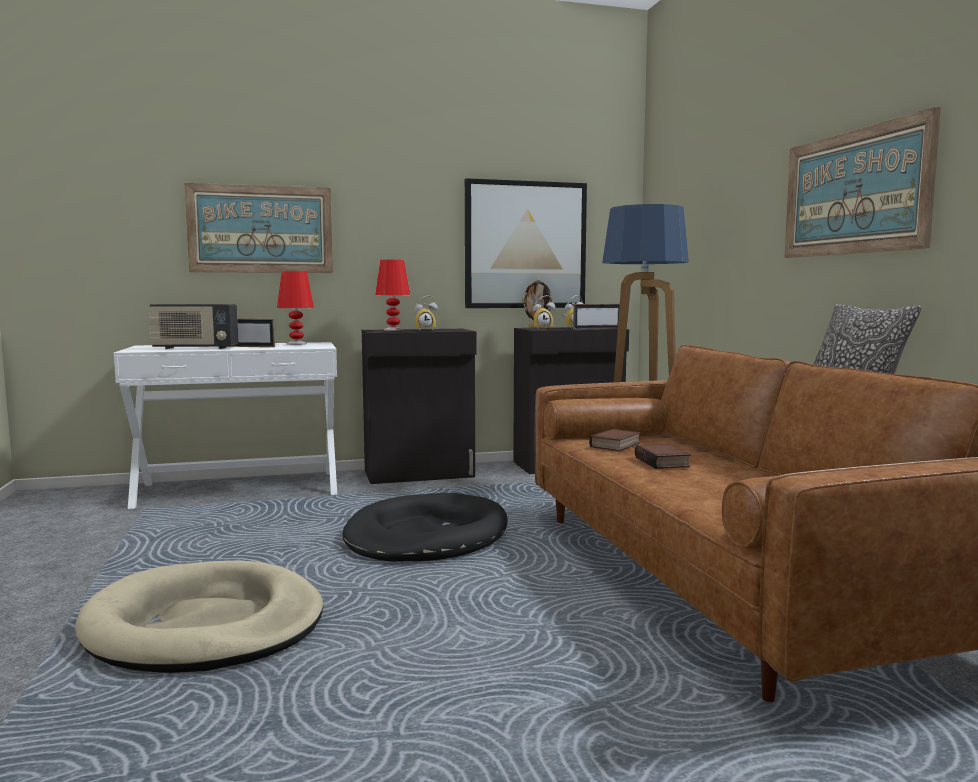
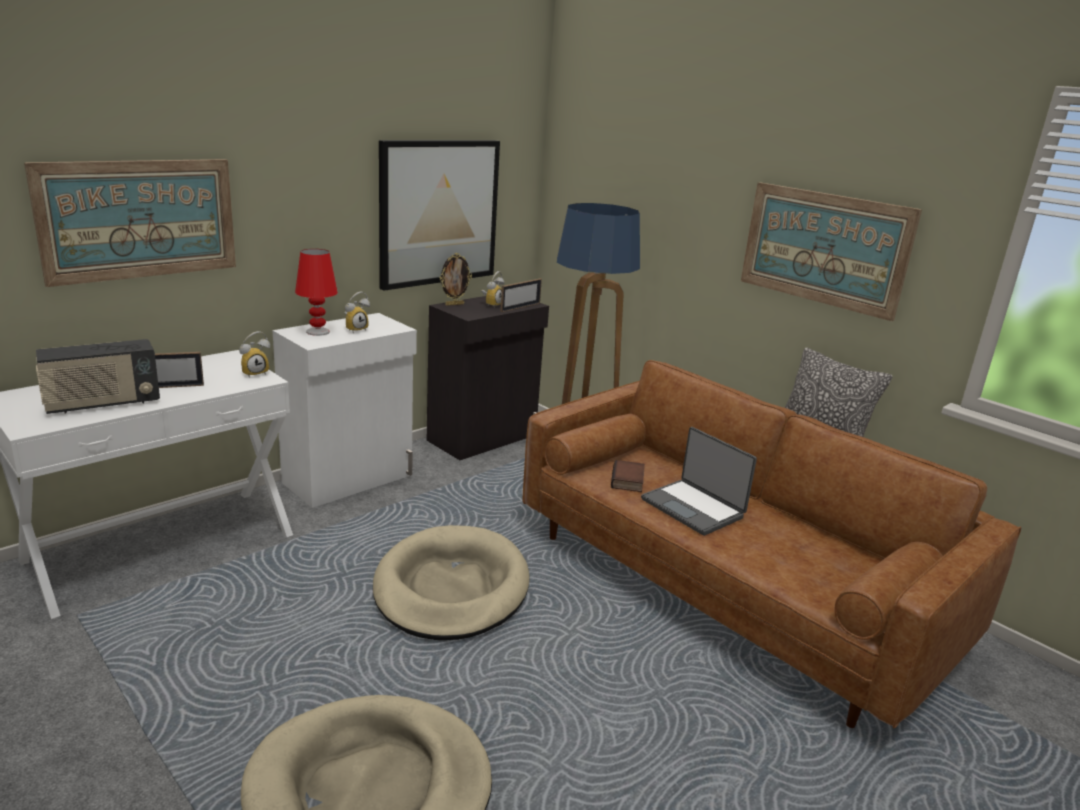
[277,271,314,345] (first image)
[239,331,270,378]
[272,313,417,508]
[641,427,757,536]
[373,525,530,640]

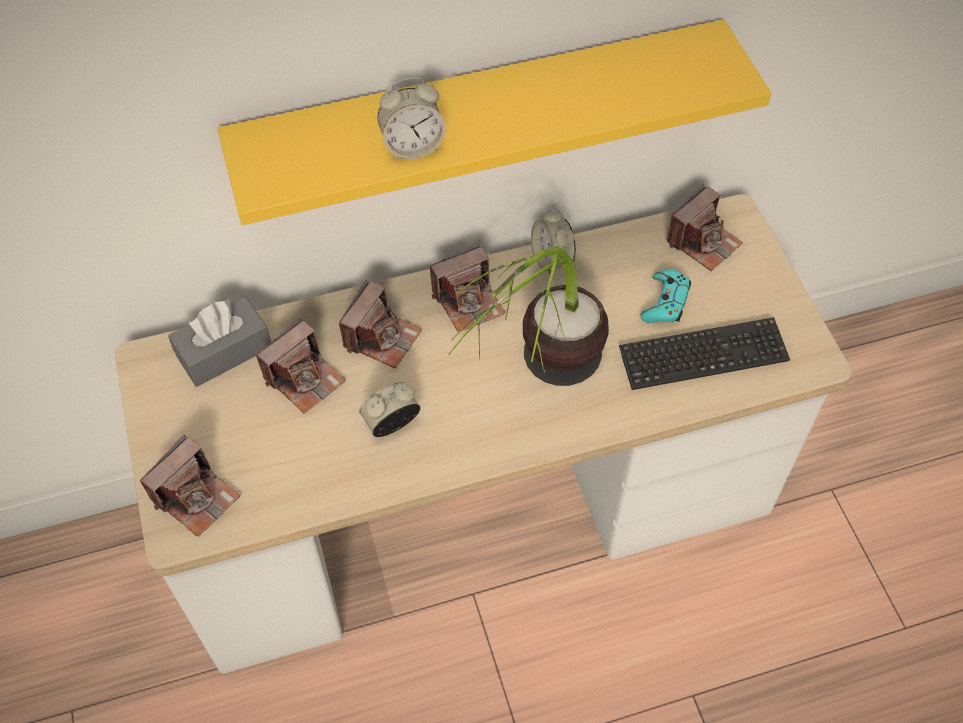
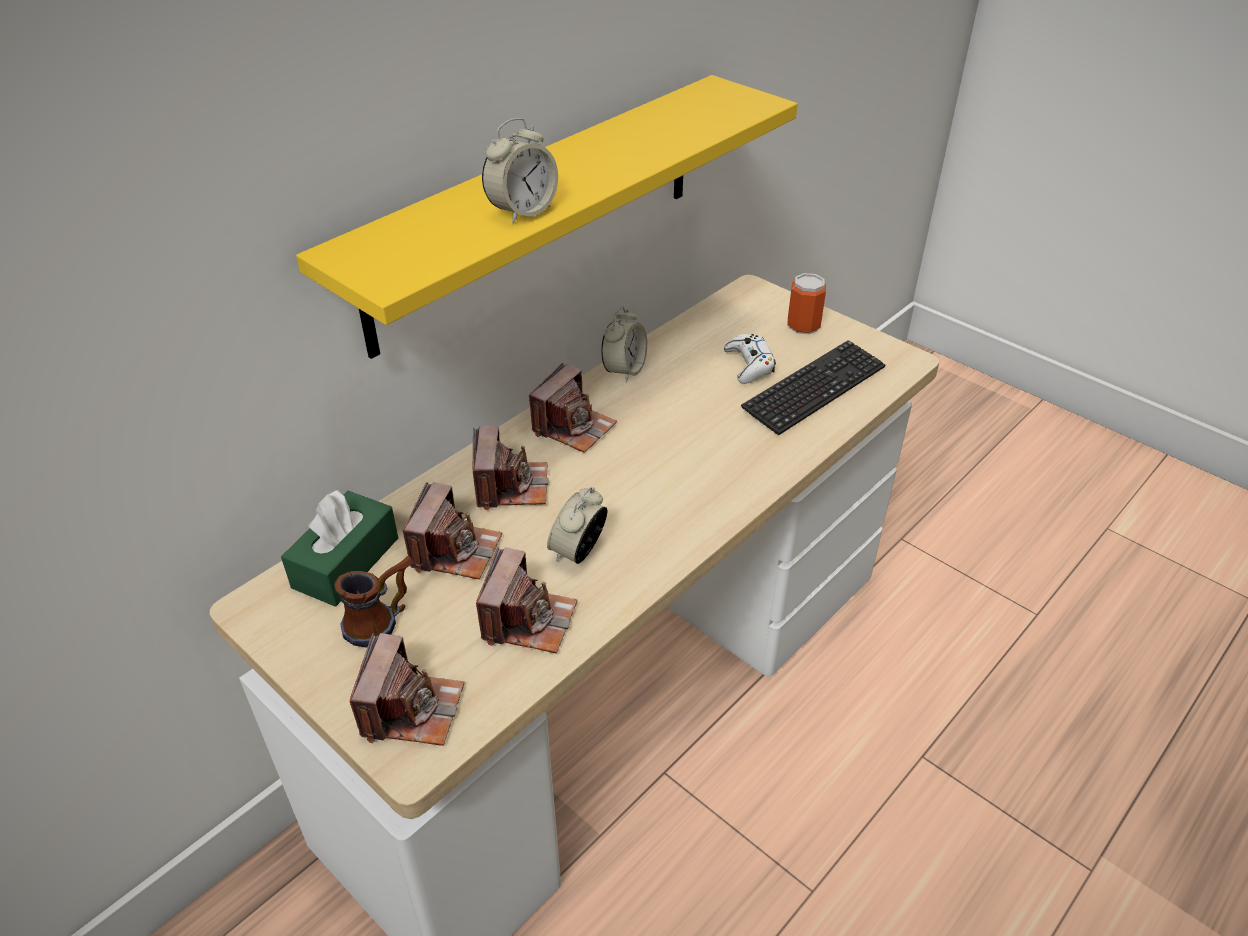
[476,547,577,653]
[601,306,647,382]
[449,246,609,386] (first image)
[724,334,776,384]
[281,490,398,606]
[787,273,826,334]
[334,556,413,648]

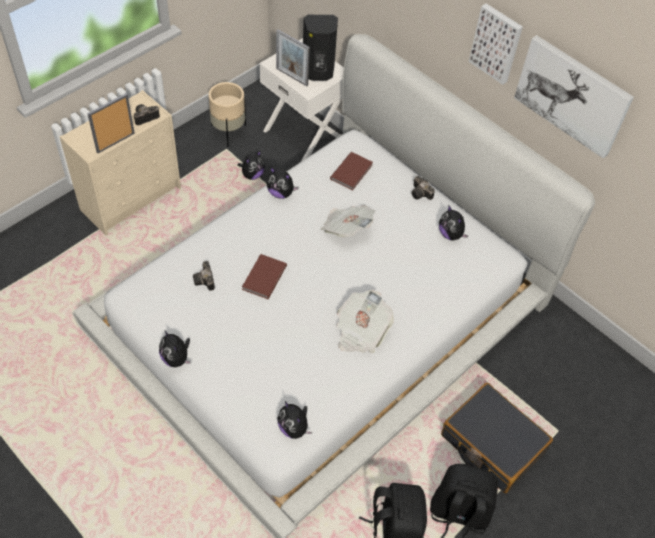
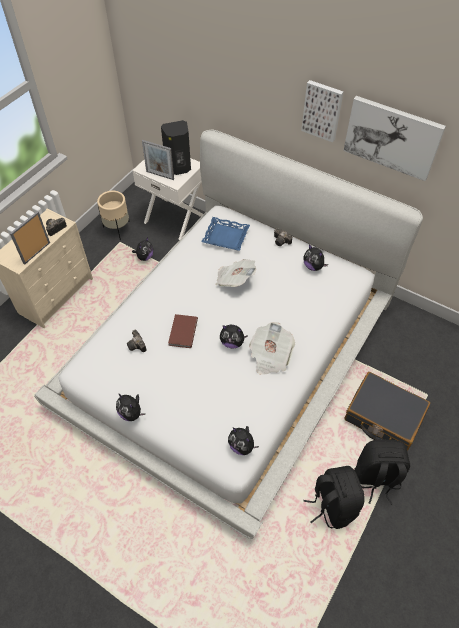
[201,217,250,251]
[220,325,248,349]

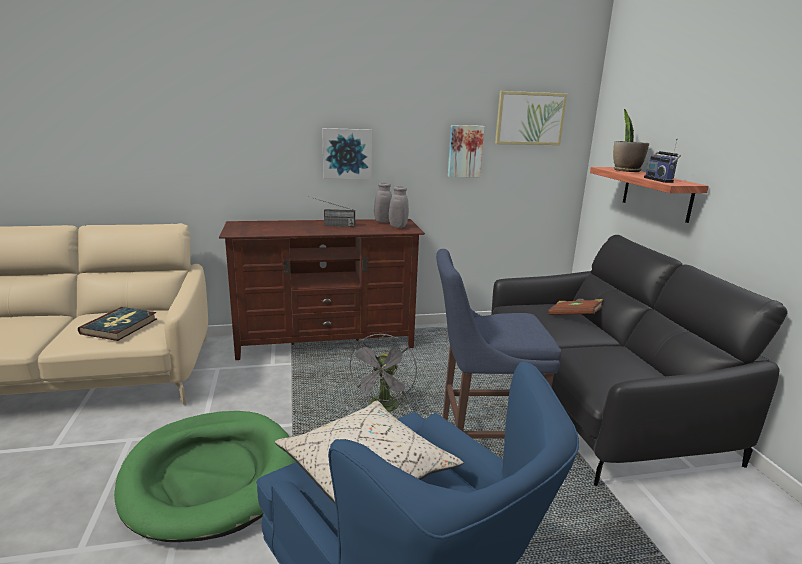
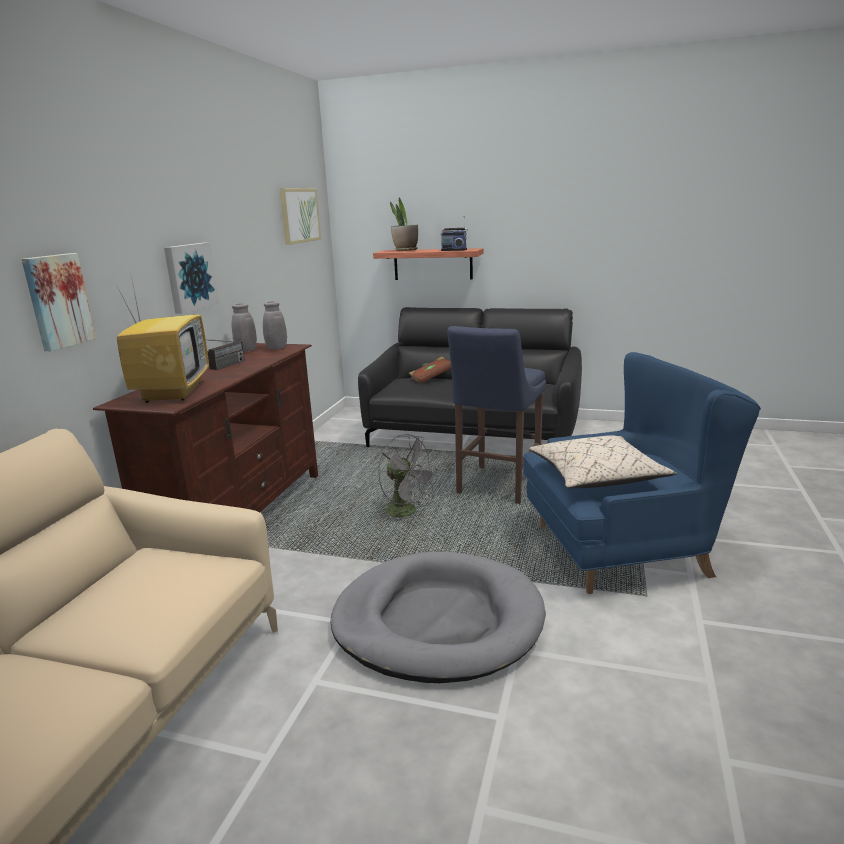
[21,253,96,351]
[78,307,157,341] (first image)
[331,552,546,683]
[117,271,209,403]

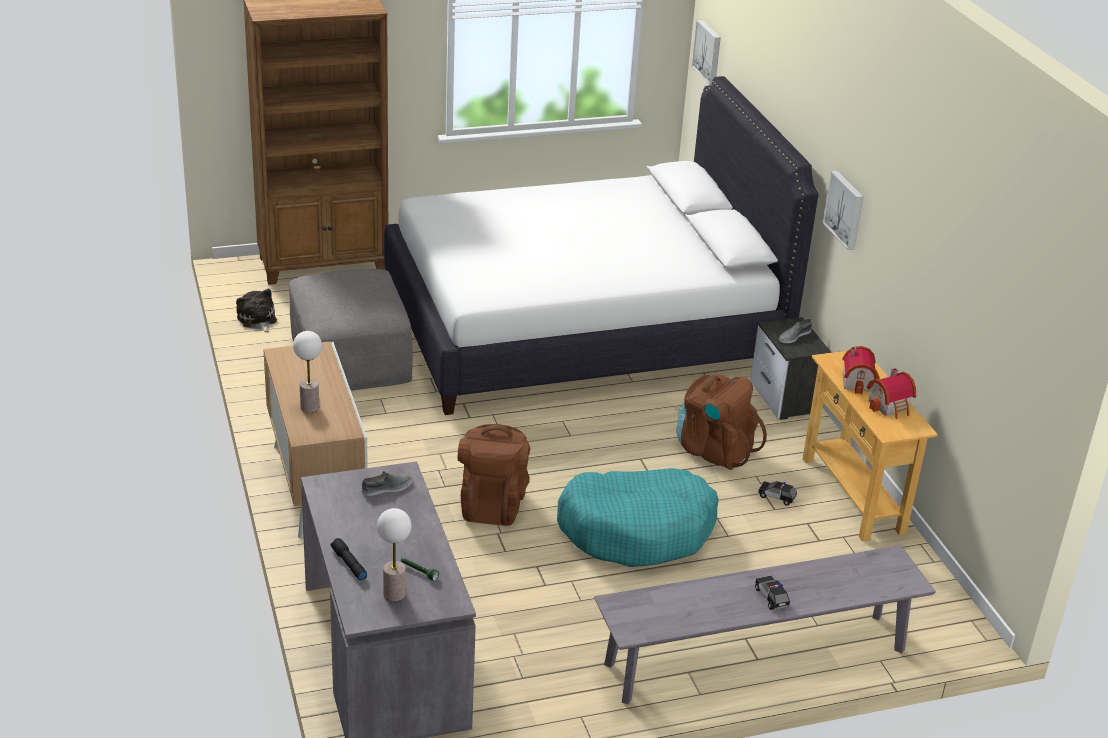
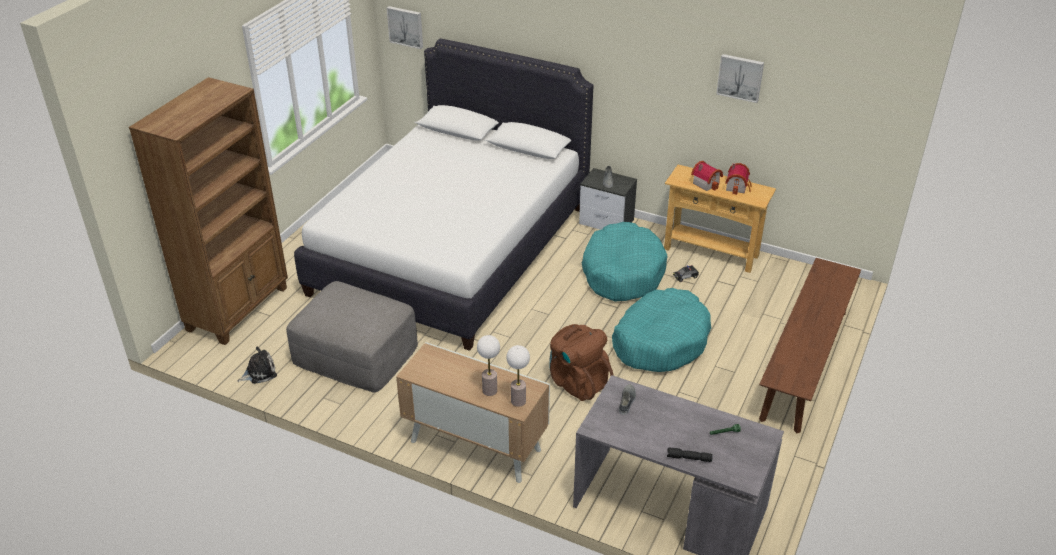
[716,54,764,103]
[237,347,277,384]
[581,222,668,302]
[506,345,530,407]
[759,258,861,433]
[755,576,790,610] (first image)

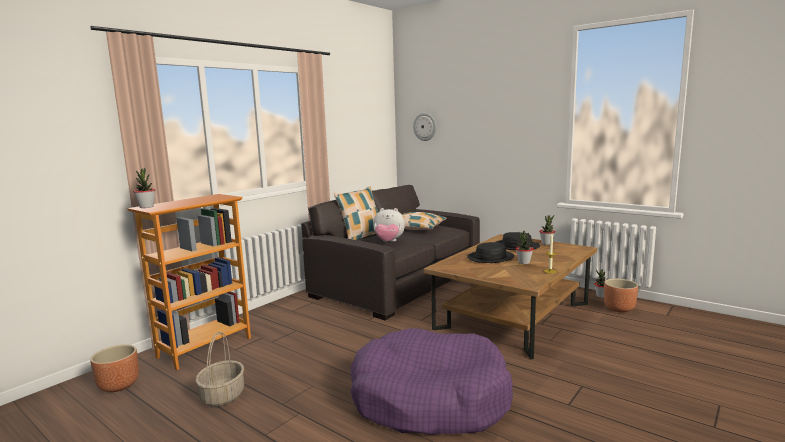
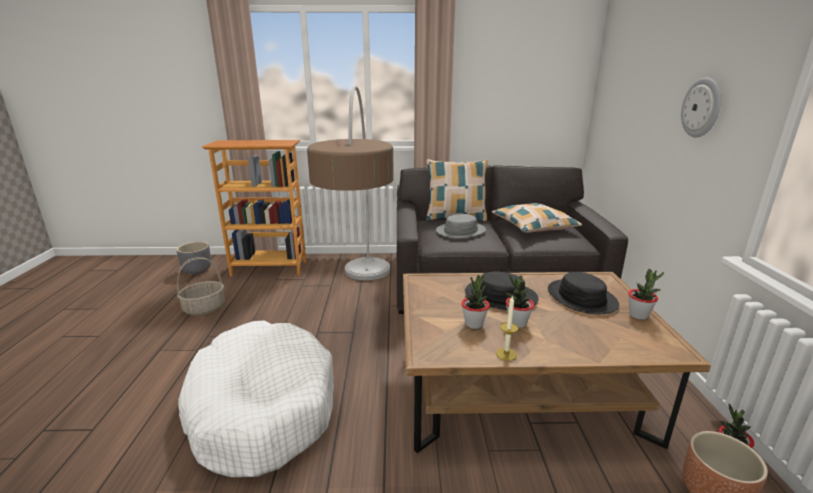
[681,78,721,137]
[461,272,490,329]
[436,214,486,238]
[178,320,334,477]
[176,242,211,274]
[307,86,394,281]

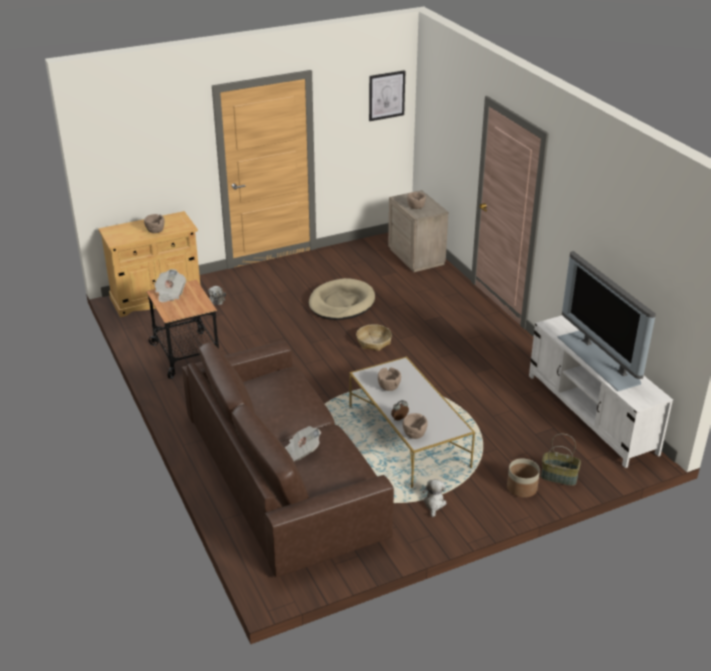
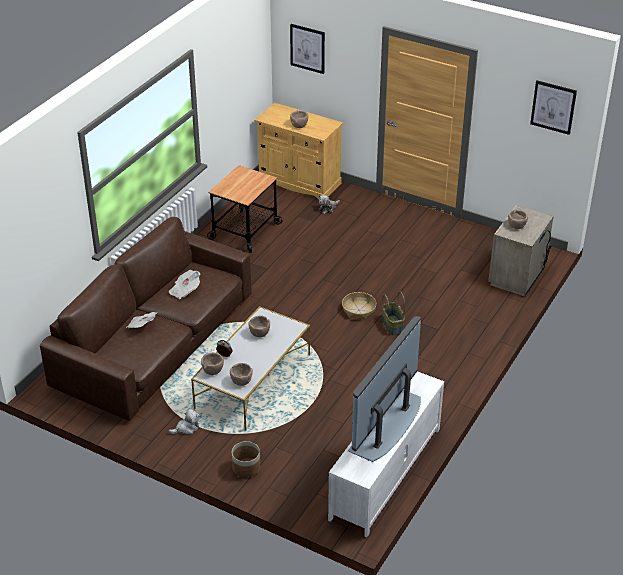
[169,270,200,299]
[309,278,375,320] (first image)
[382,291,405,335]
[290,24,325,74]
[230,363,253,386]

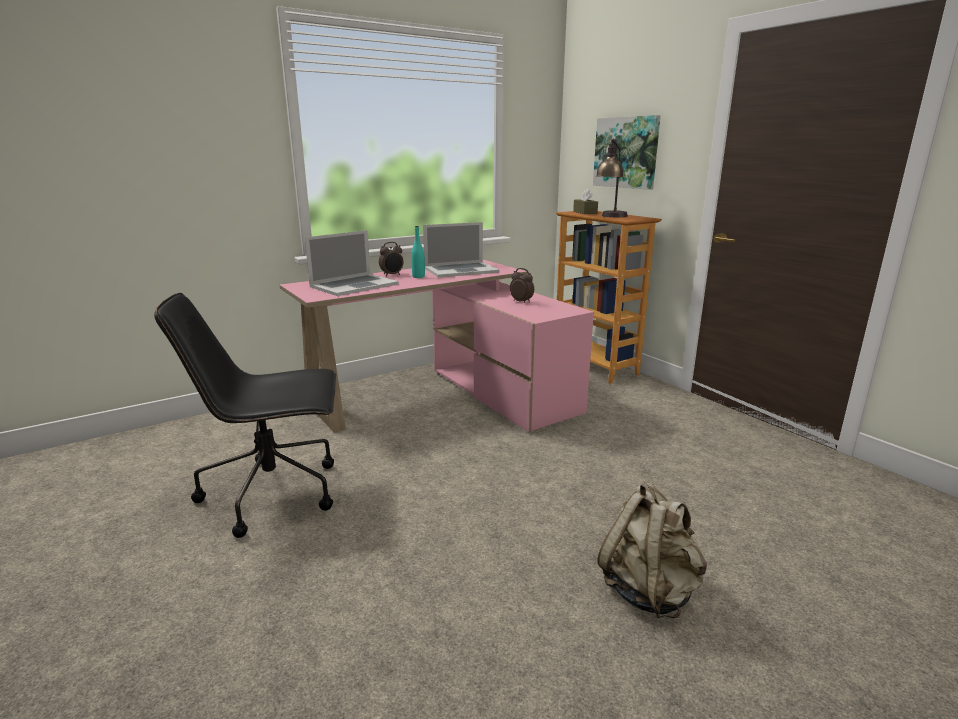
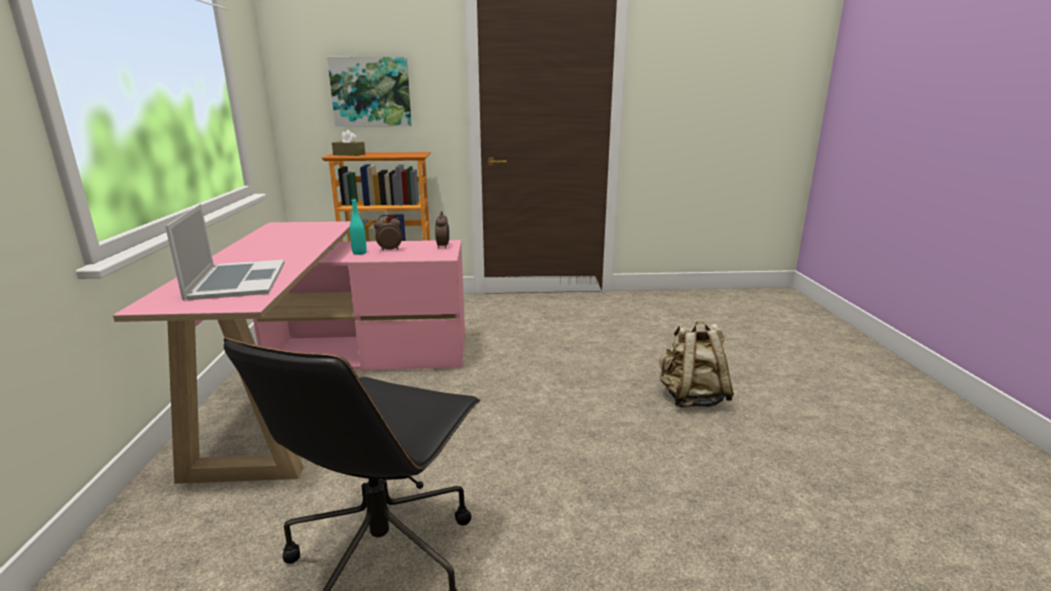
[596,138,628,217] (first image)
[423,222,499,277] (first image)
[350,198,367,255]
[435,211,449,249]

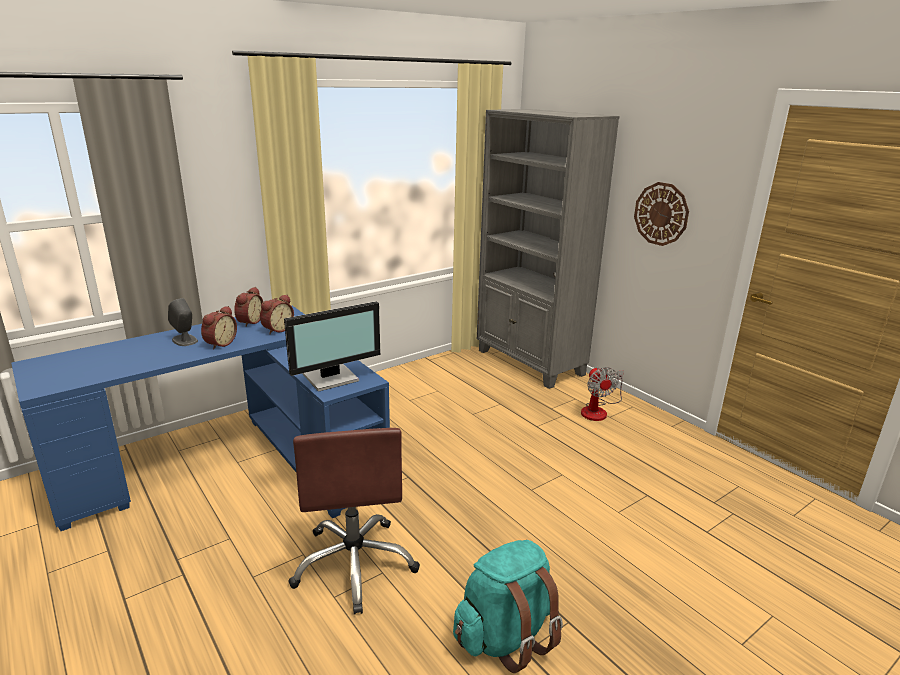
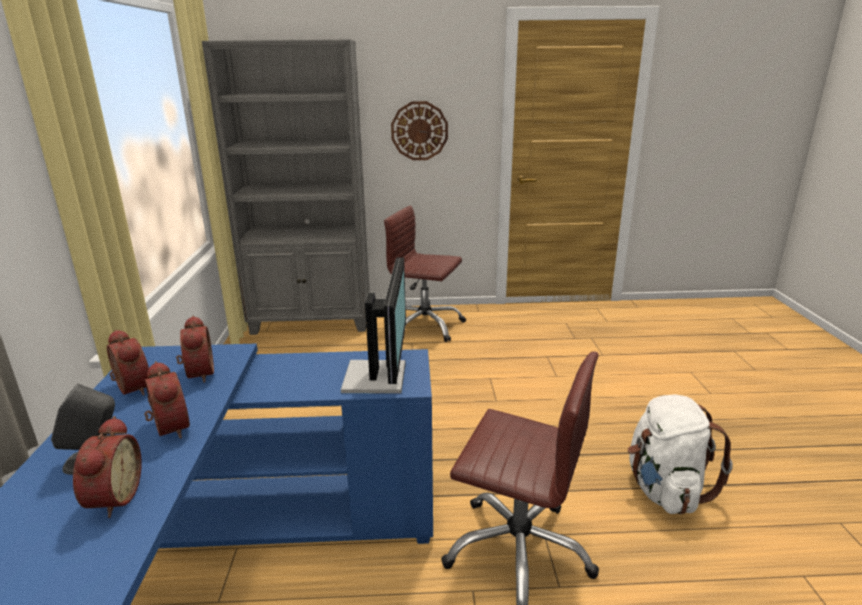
[384,206,466,342]
[628,395,733,514]
[73,416,142,518]

